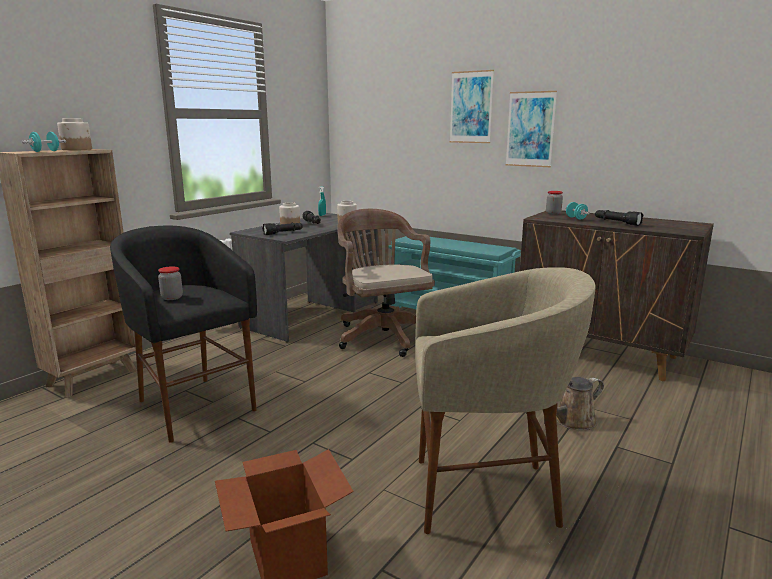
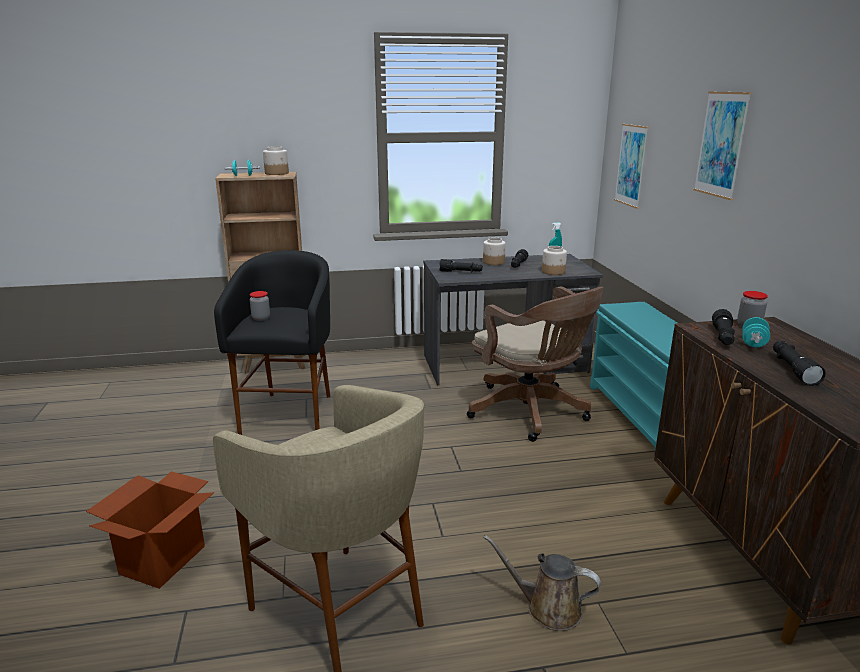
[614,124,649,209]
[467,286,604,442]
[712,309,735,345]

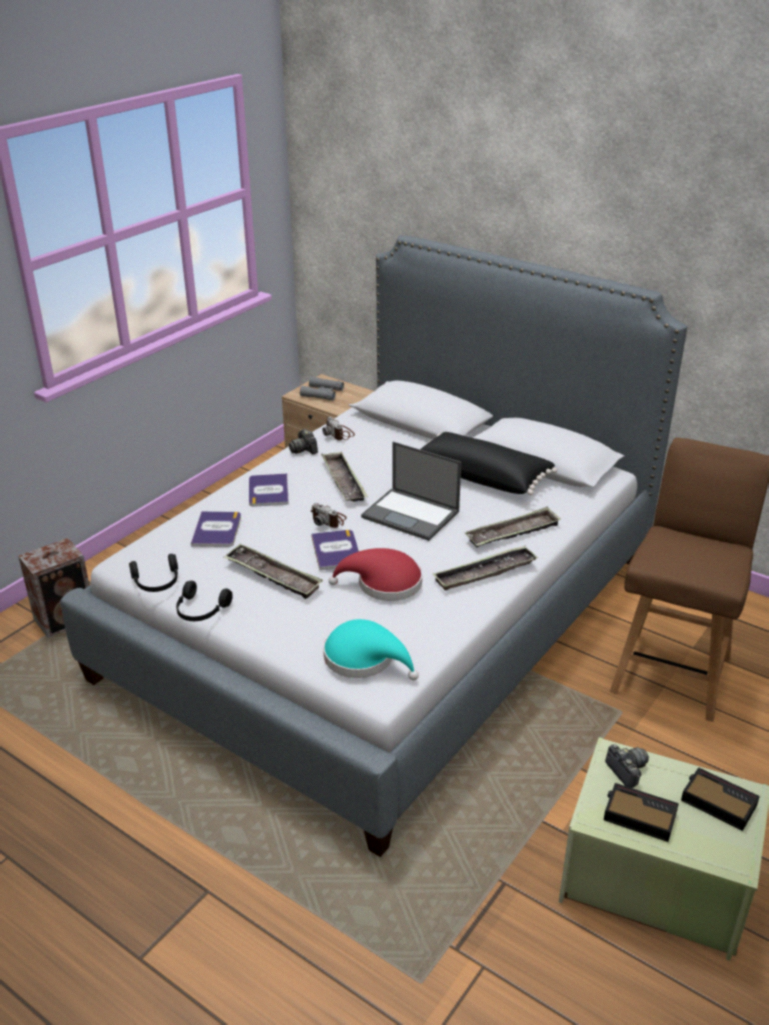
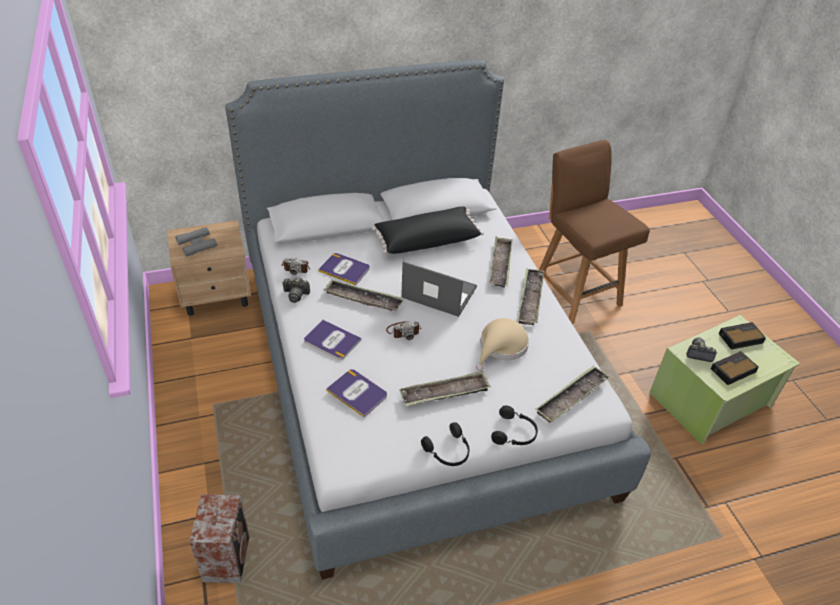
[401,262,477,317]
[318,253,370,285]
[476,318,529,371]
[491,406,538,445]
[536,365,610,423]

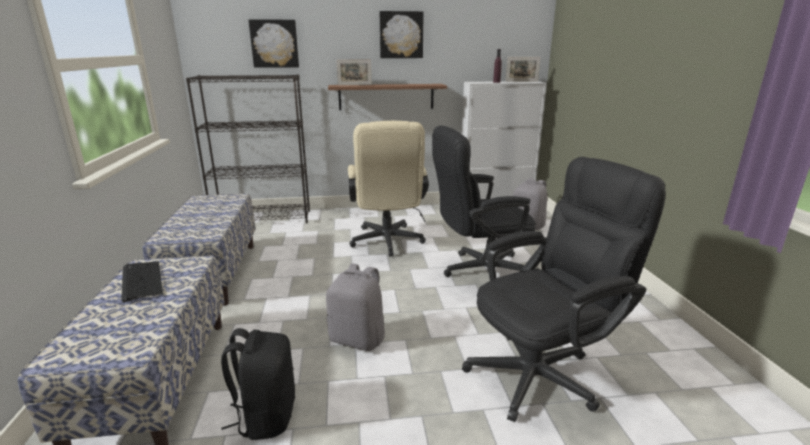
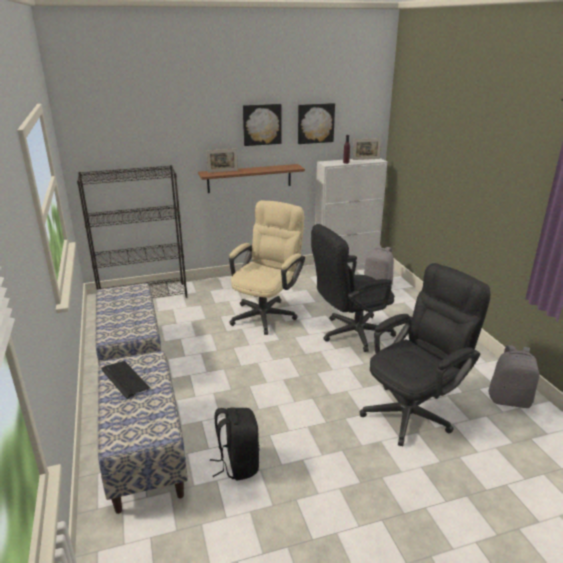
[298,103,335,144]
[229,200,305,335]
[489,345,539,408]

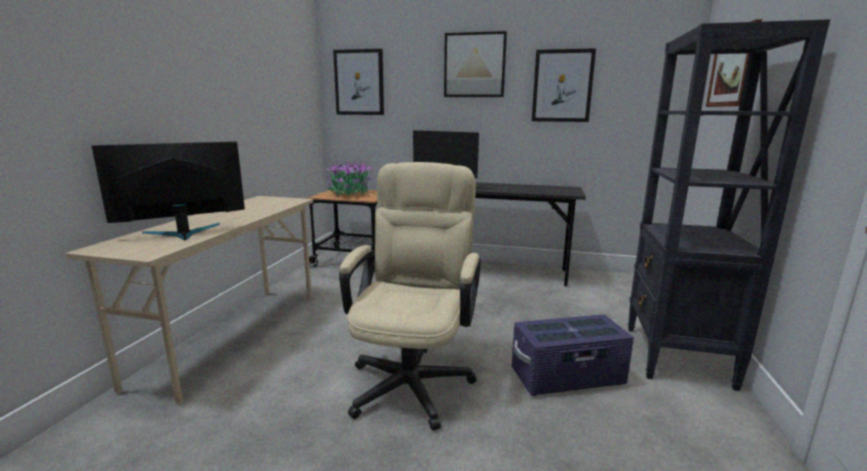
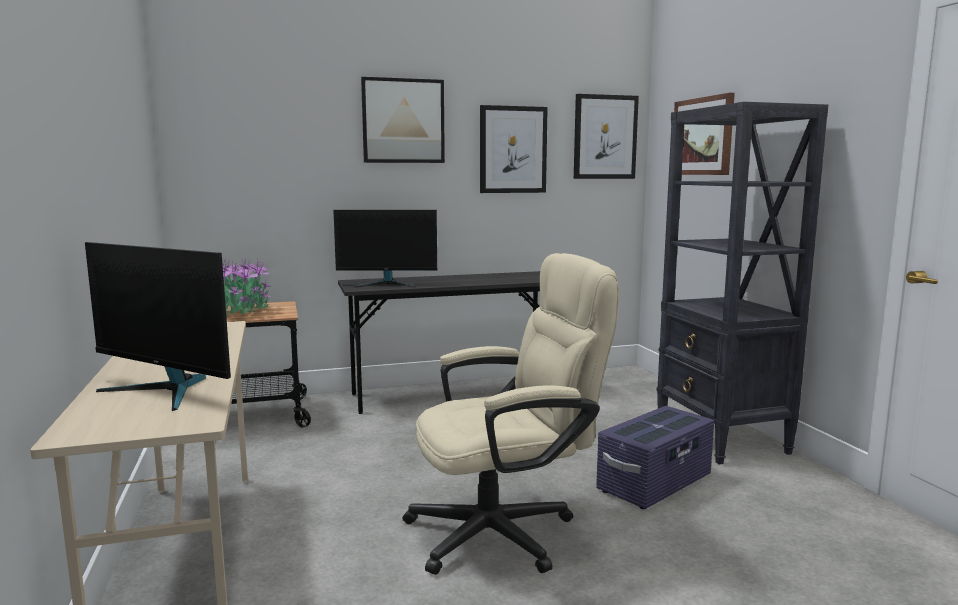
[574,94,639,179]
[85,242,231,411]
[402,253,619,575]

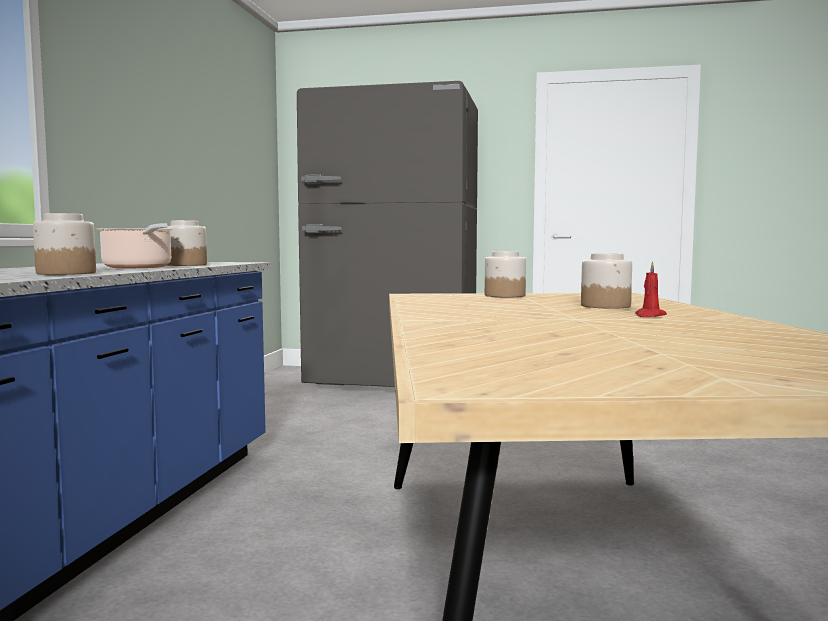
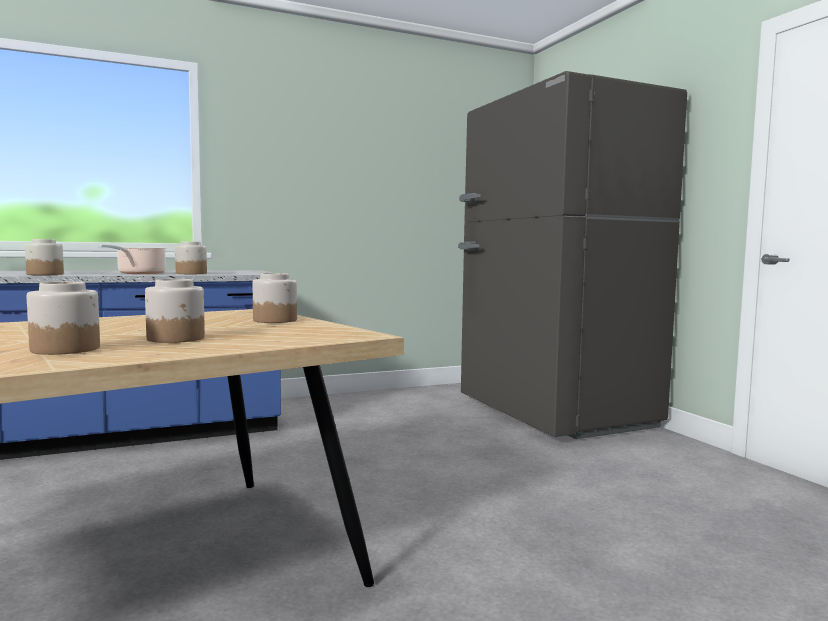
[27,282,100,355]

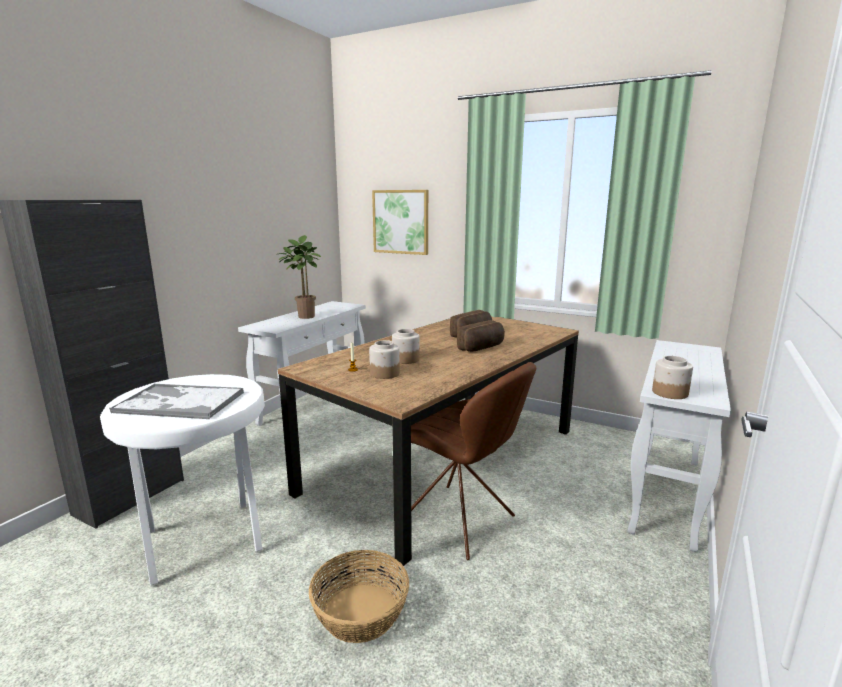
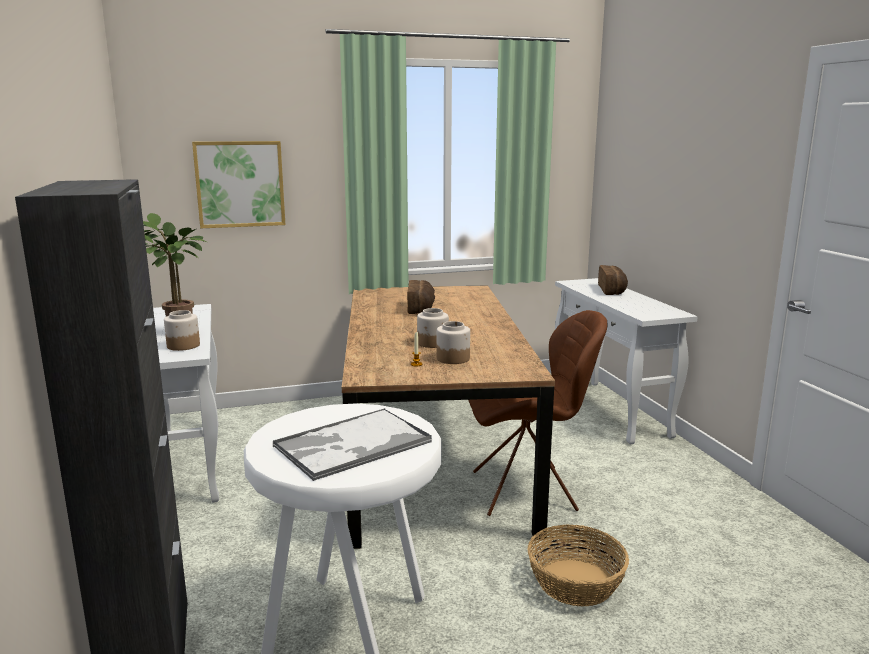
[598,265,628,295]
[164,310,200,351]

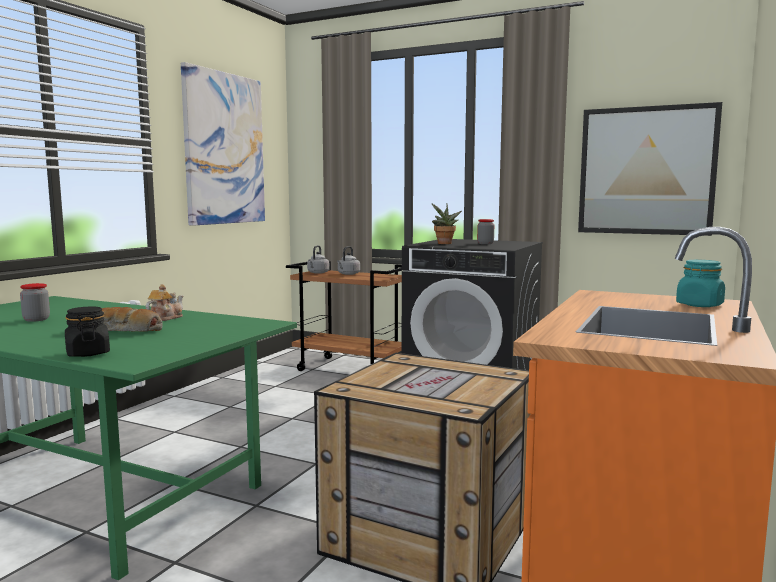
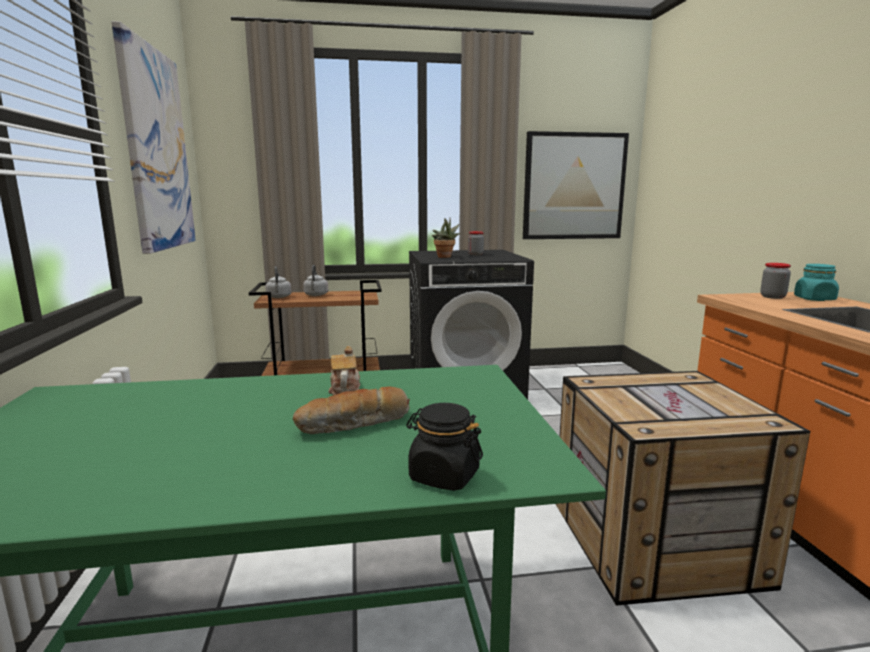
[760,263,791,299]

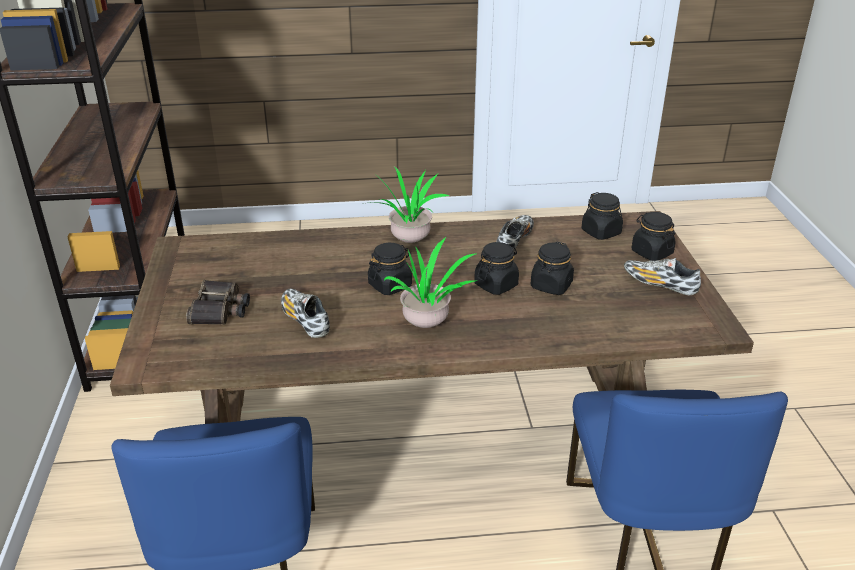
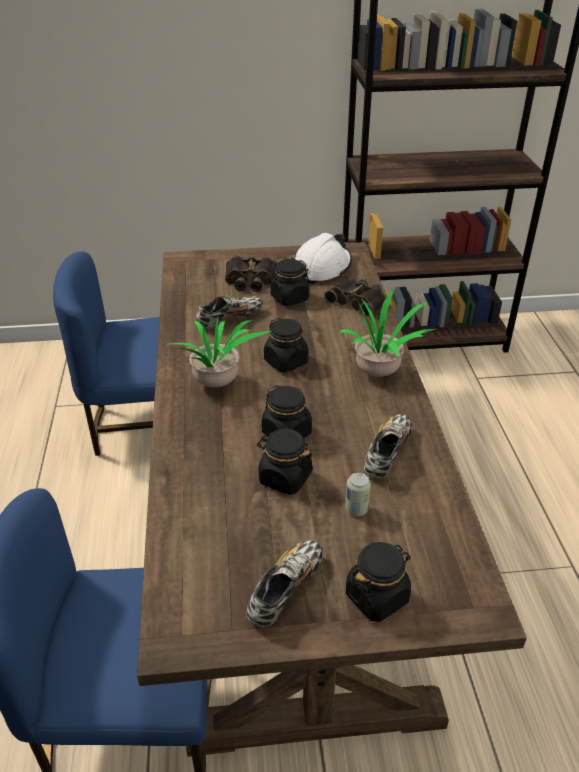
[269,259,309,306]
[364,414,412,479]
[291,233,352,284]
[324,277,386,317]
[345,473,371,516]

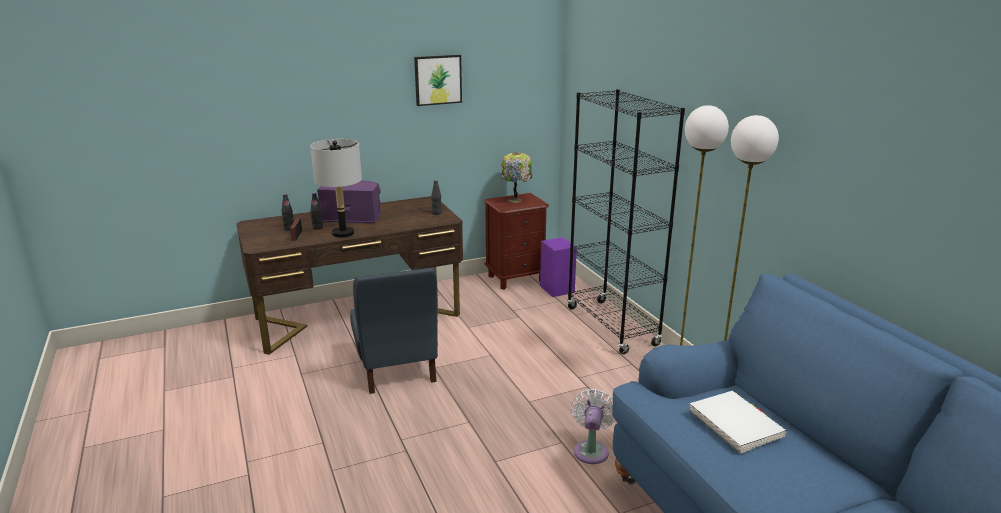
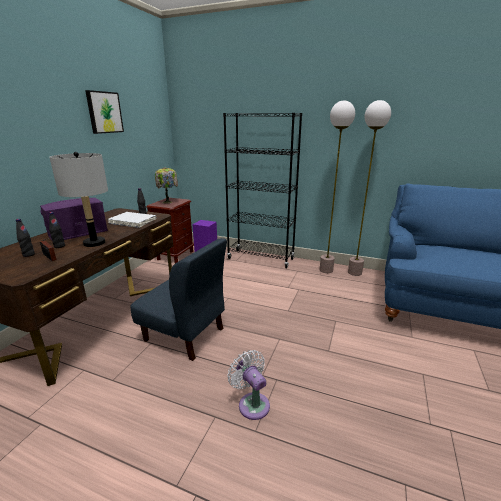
[227,350,270,420]
[108,212,157,228]

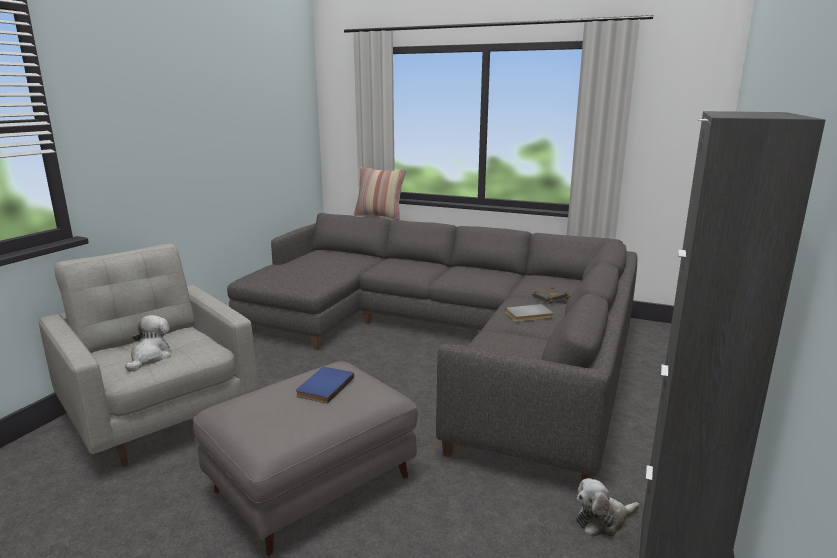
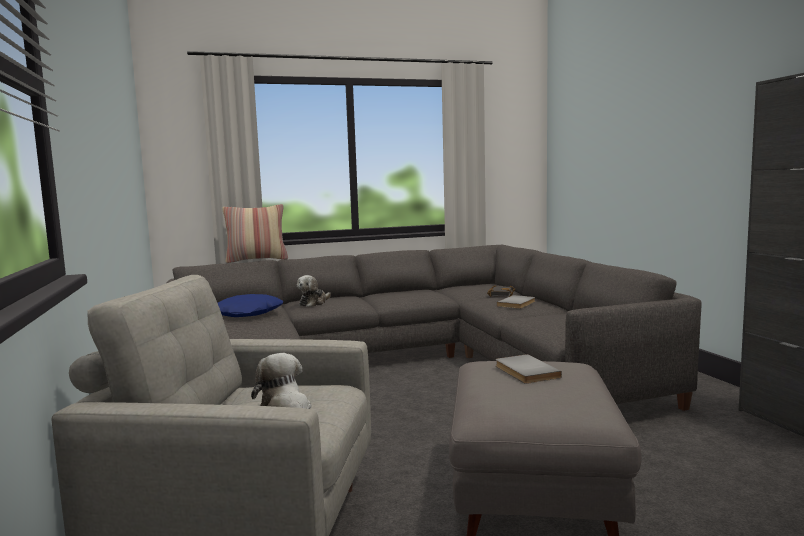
[495,354,562,384]
[297,275,331,307]
[218,294,283,317]

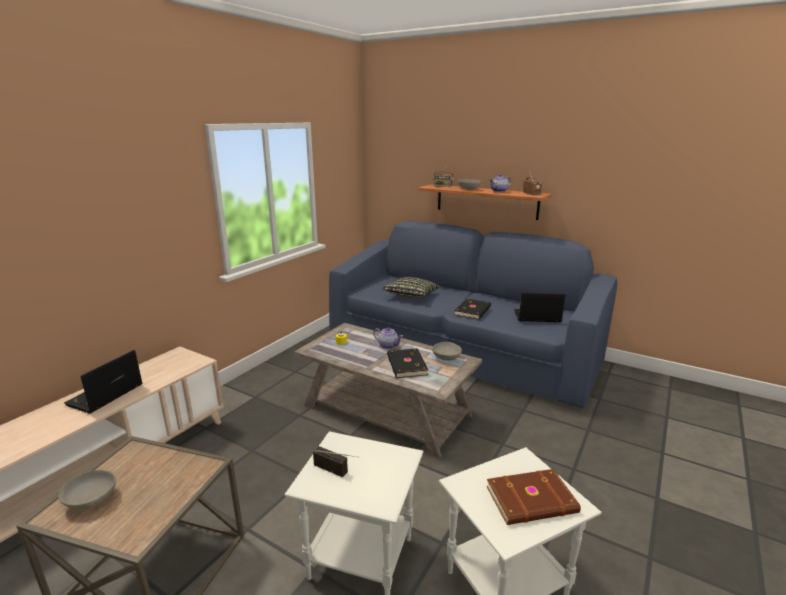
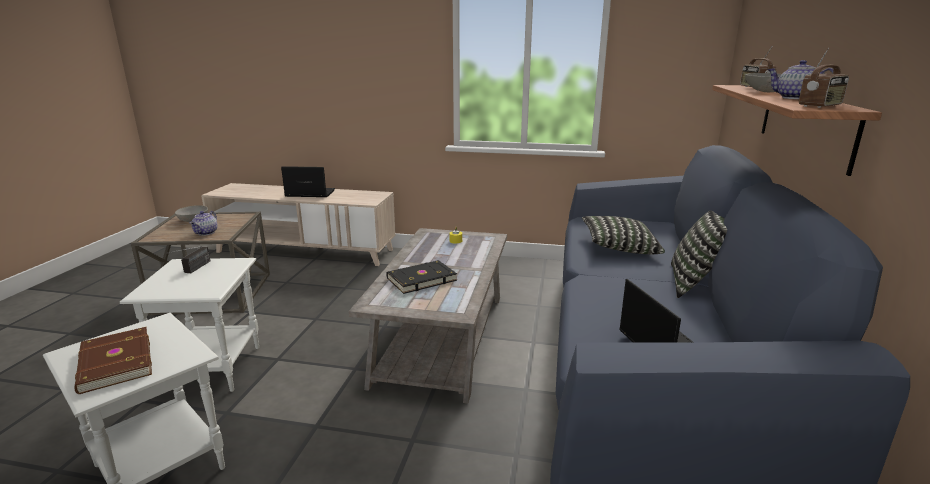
[454,298,491,320] (first image)
[190,211,217,236]
[432,342,462,361] (first image)
[671,211,727,298]

